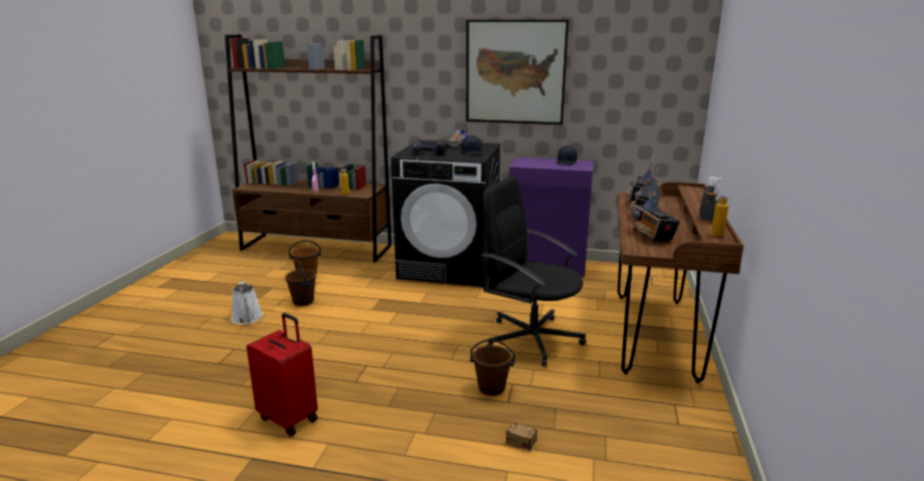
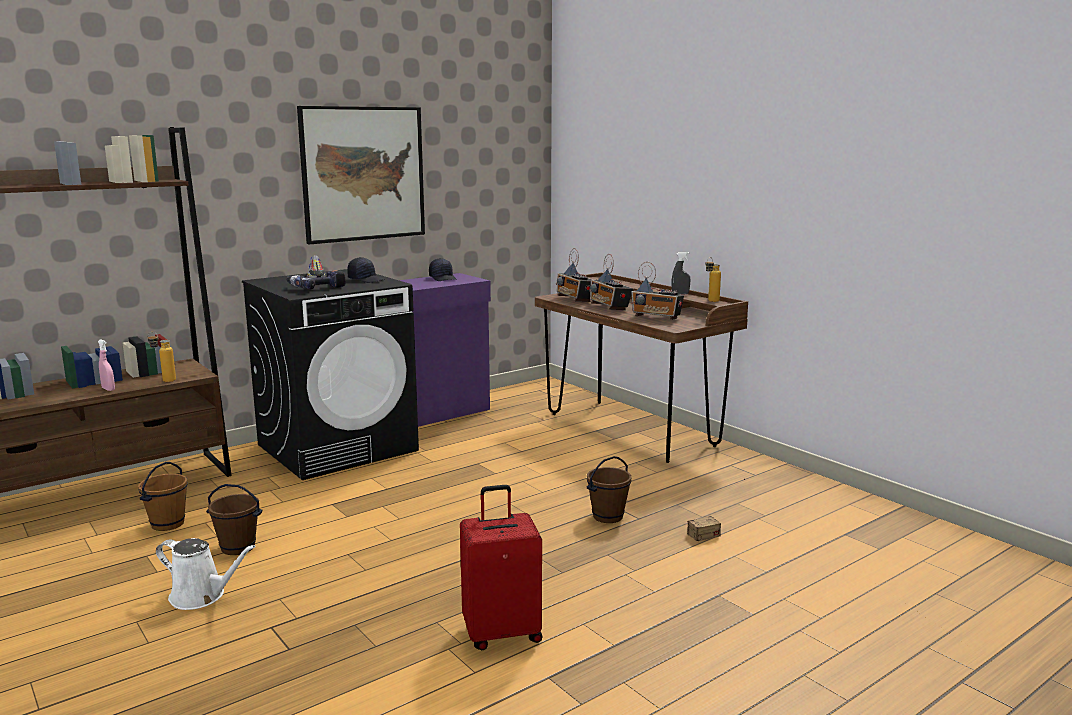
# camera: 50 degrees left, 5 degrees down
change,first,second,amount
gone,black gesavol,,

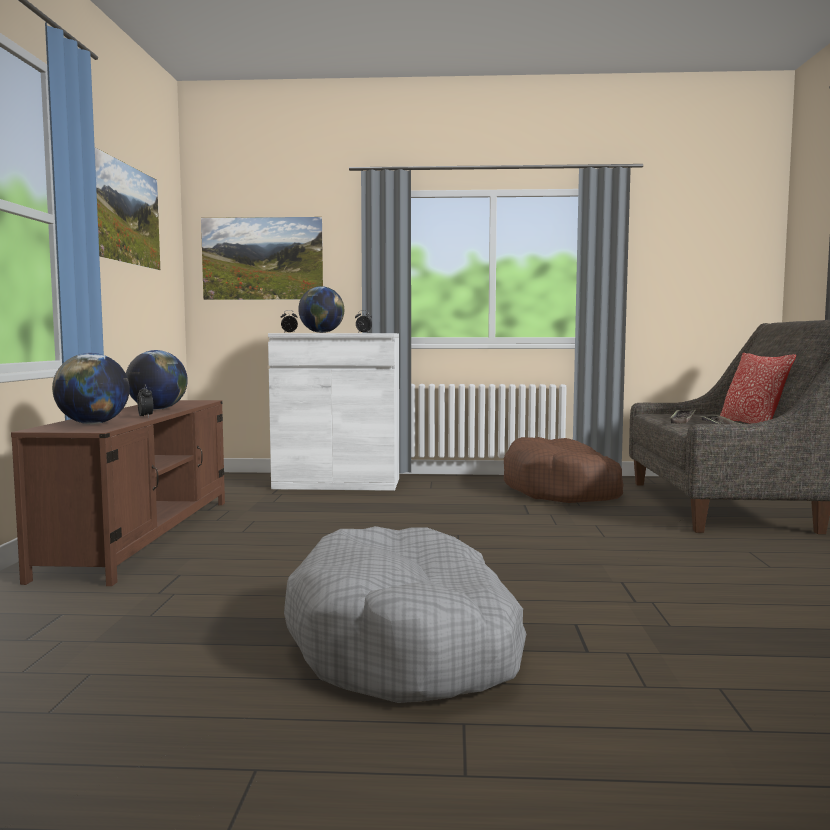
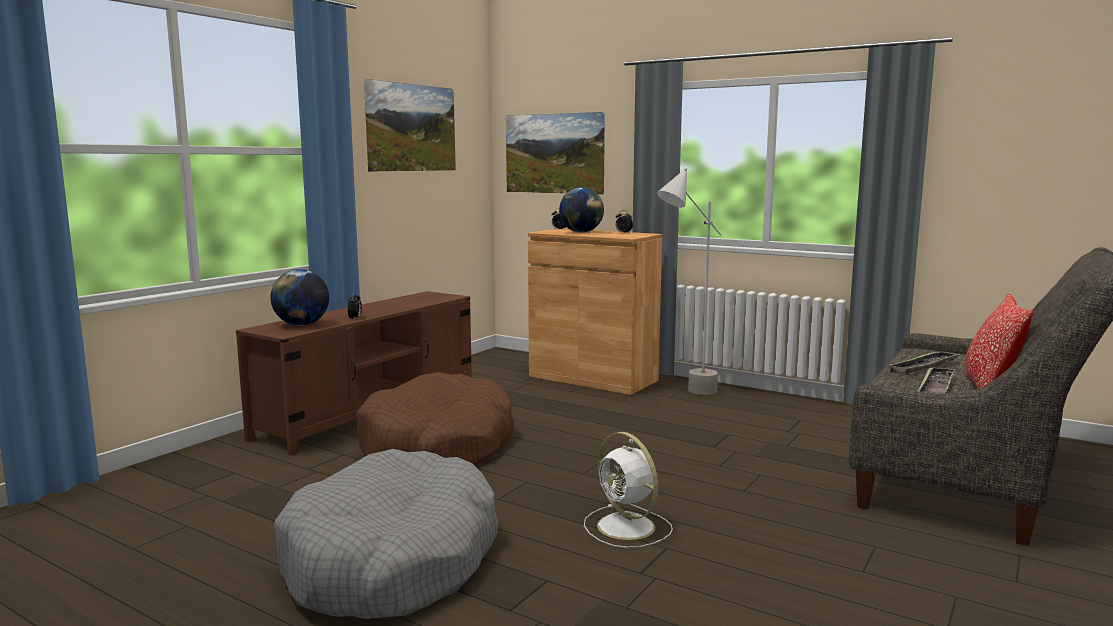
# camera: 30 degrees right, 5 degrees up
change,first,second,amount
gone,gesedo (no. 2 from left),,
new,,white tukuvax,
new,,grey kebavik,
shifted,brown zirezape,,
repainted,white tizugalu,brown tizugalu,

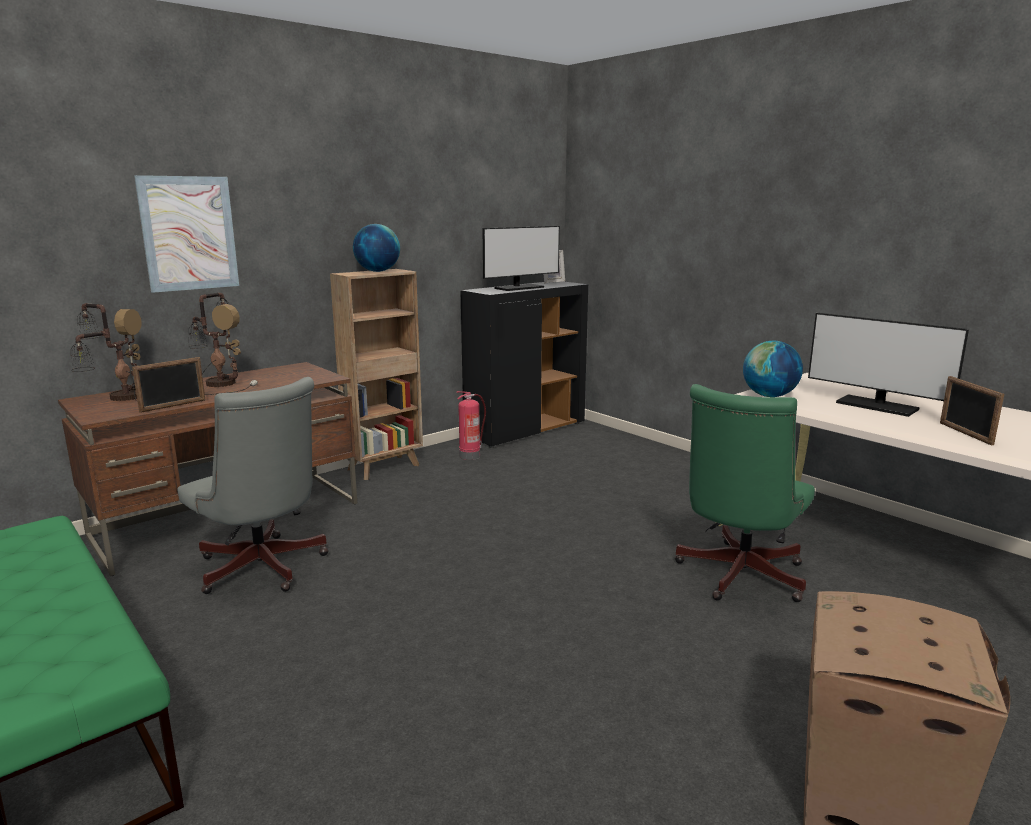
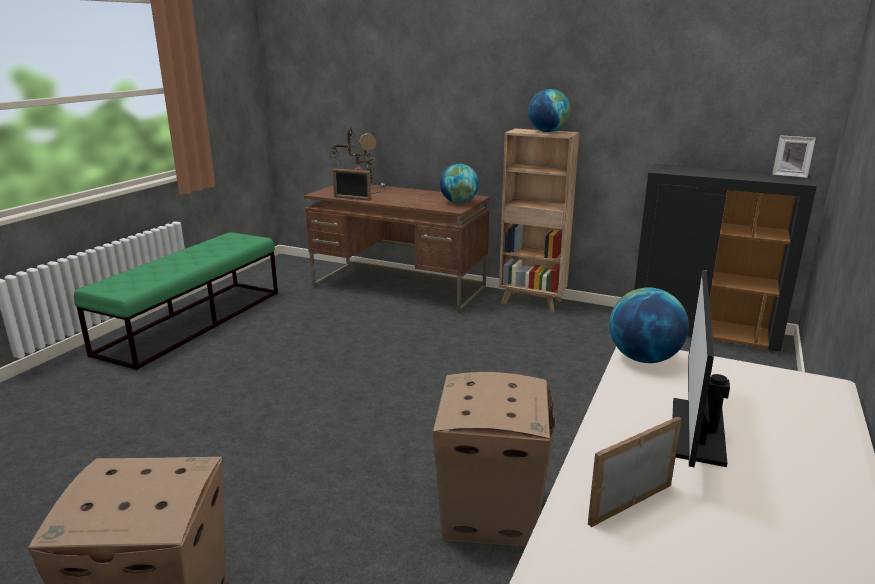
# camera: 65 degrees right, 5 degrees up
change,first,second,amount
gone,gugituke,,
gone,grey gesavol,,
gone,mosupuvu (no. 2 from left),,
gone,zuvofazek,,
gone,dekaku (no. 1 from left),,
new,,gesedo (no. 1 from left),
swapped,green gesavol,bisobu (no. 2 from left),

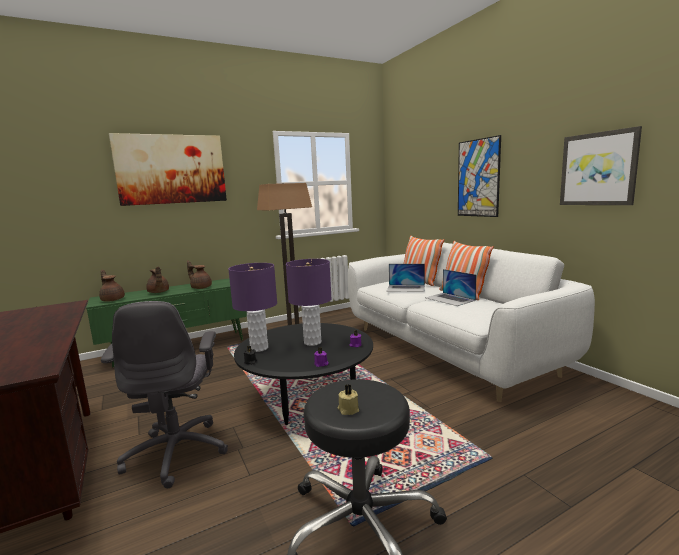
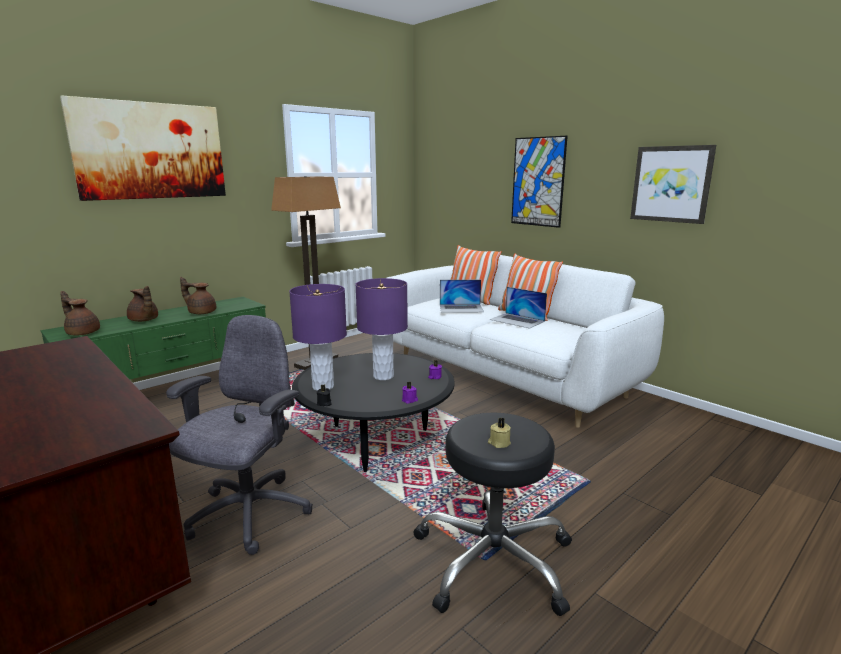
# camera: 15 degrees left, 5 degrees up
change,first,second,amount
rotated,grey gesavol,,135 degrees counterclockwise

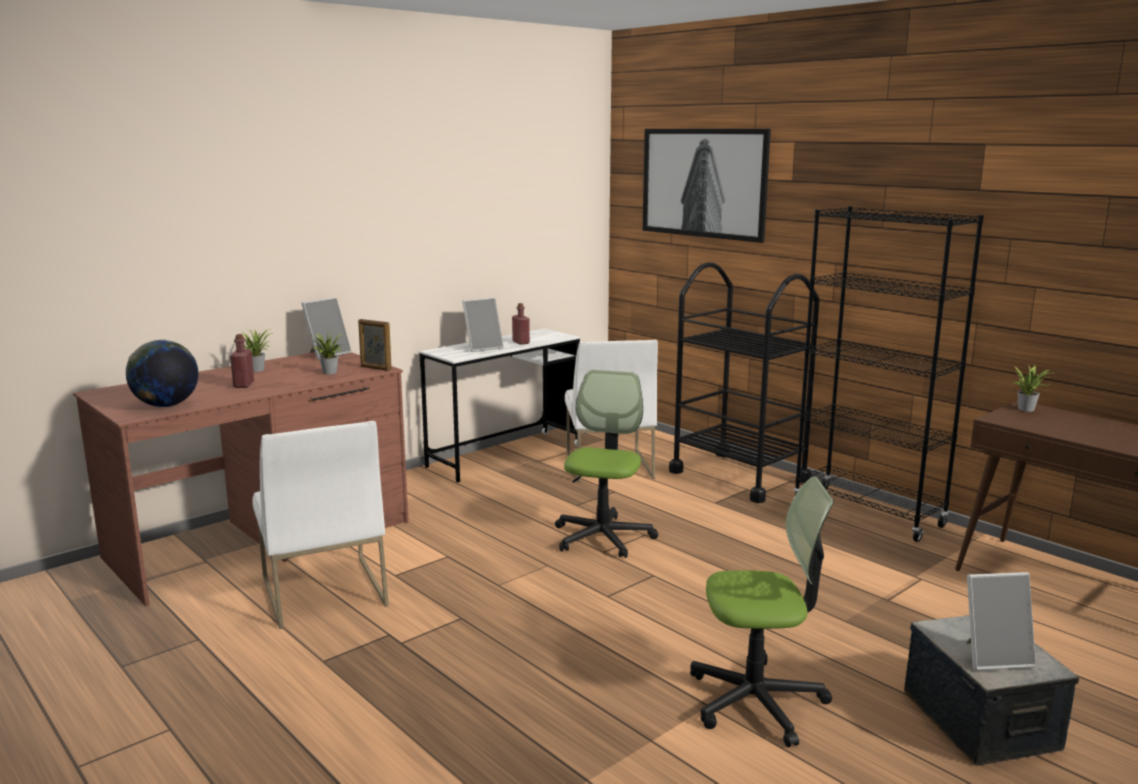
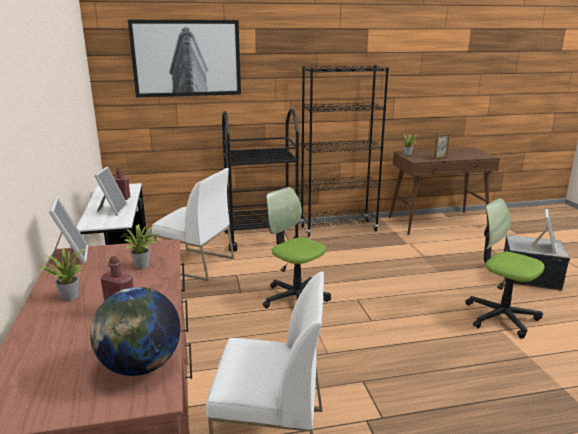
# camera: 60 degrees left, 5 degrees up
change,first,second,amount
shifted,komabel (no. 2 from left in the first image),komabel (no. 3 from left),
rotated,gesavol (no. 2 from left),,75 degrees counterclockwise

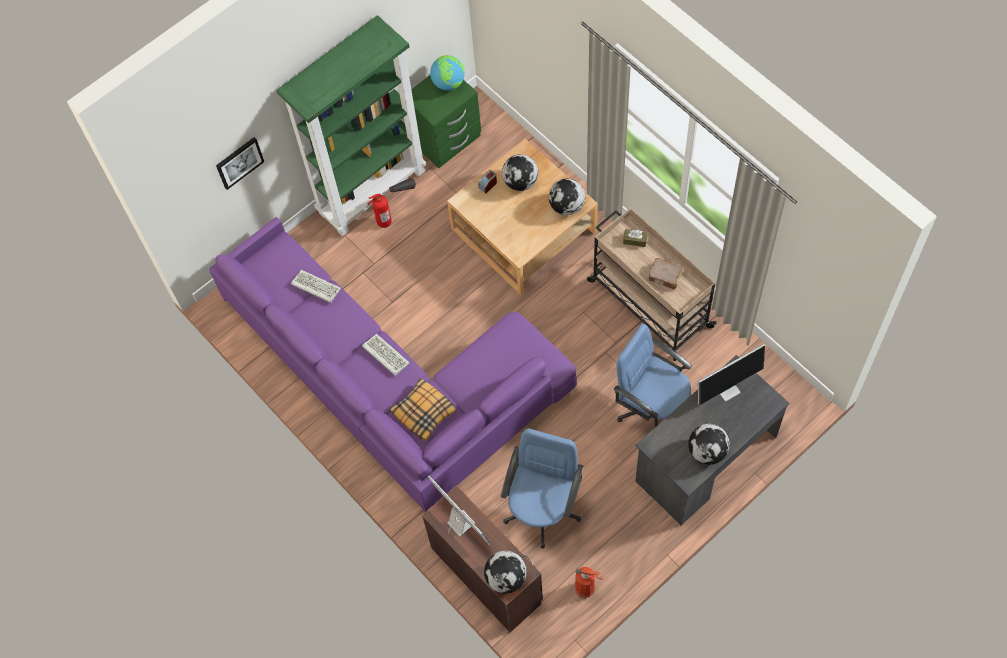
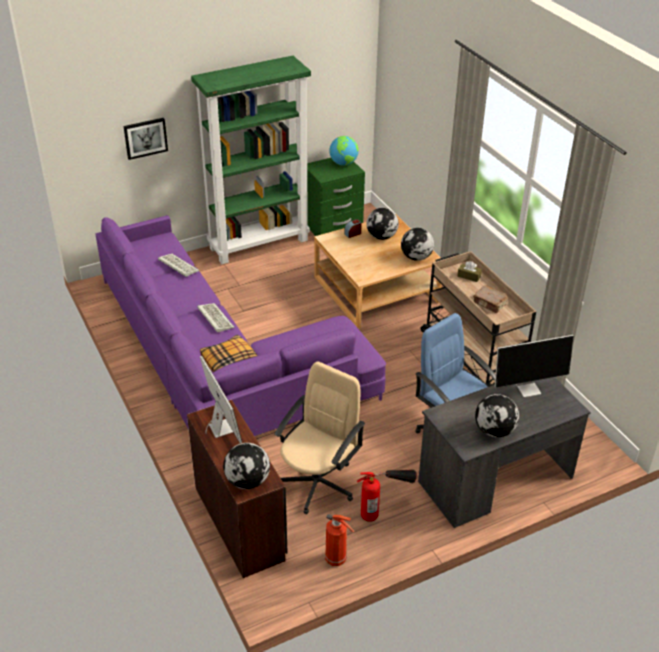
# camera: 10 degrees right, 25 degrees down
change,first,second,amount
shifted,zuvofazek (no. 1 from left in the first image),zuvofazek (no. 2 from left),
repainted,blue gesavol (no. 1 from left),beige gesavol,

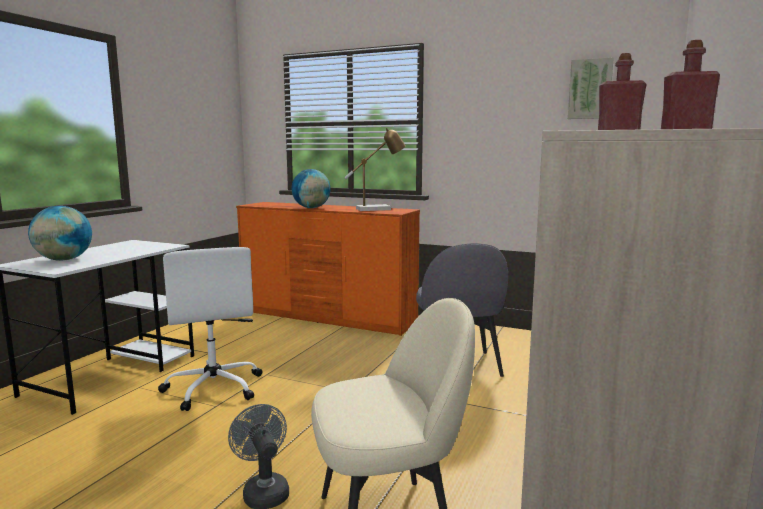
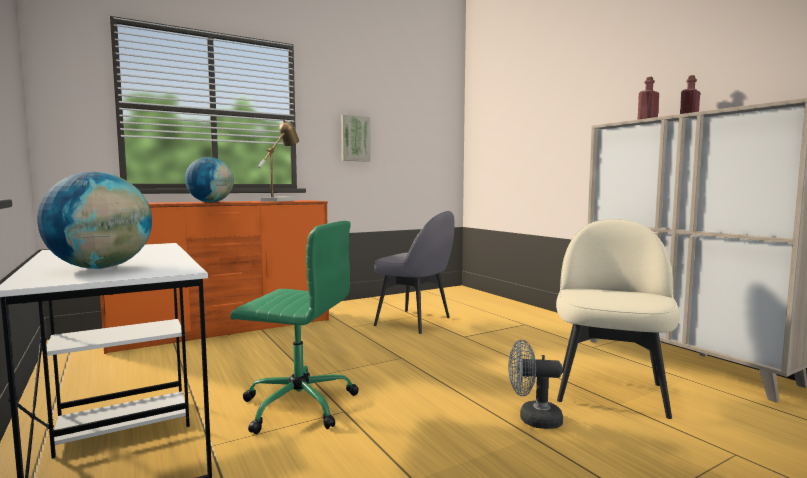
# camera: 55 degrees left, 5 degrees down
change,first,second,amount
shifted,gugituke,,
repainted,white gesavol,green gesavol,

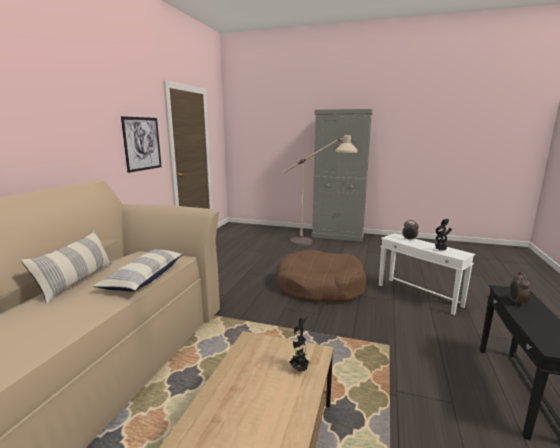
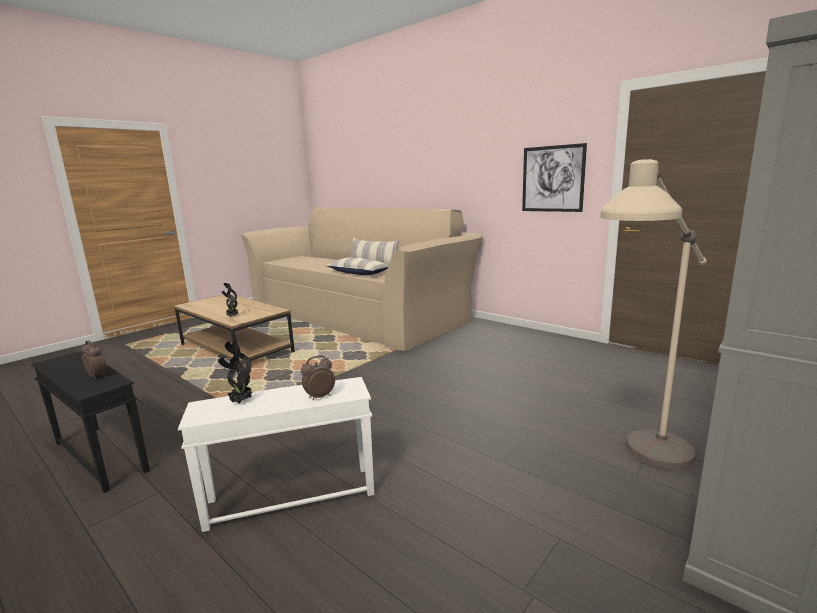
# camera: 115 degrees right, 0 degrees up
change,first,second,amount
gone,brown zirezape,,

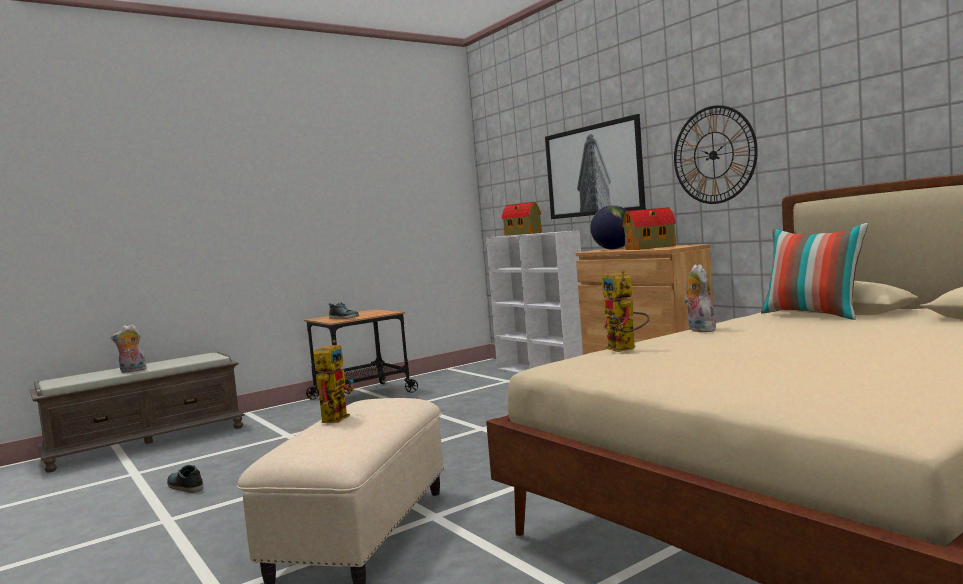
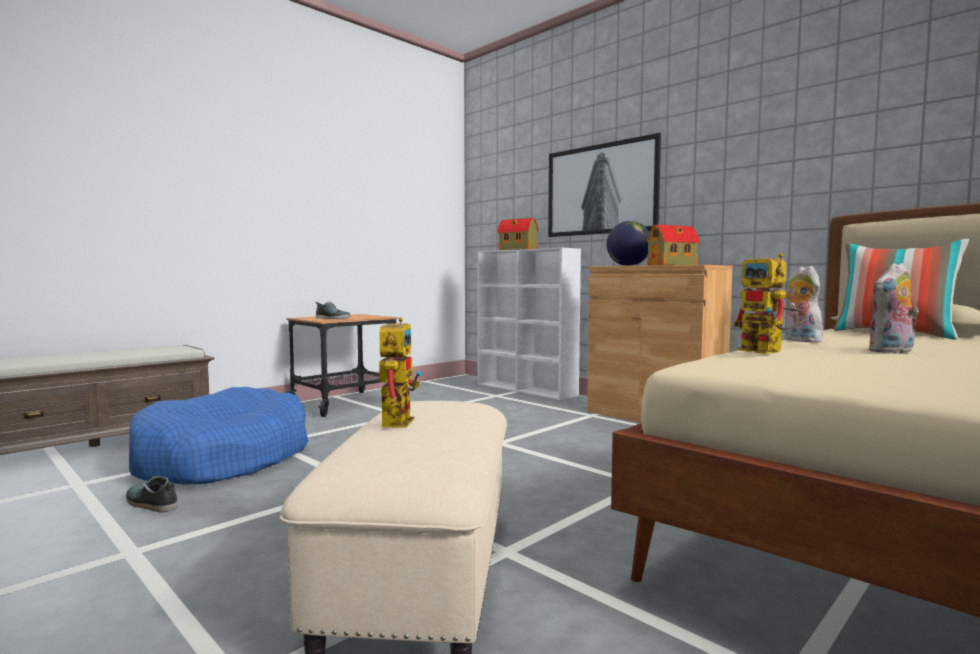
# camera: 10 degrees left, 0 degrees up
change,first,second,amount
gone,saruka,,
new,,blue zirezape,
shifted,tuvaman (no. 1 from left in the first image),tuvaman (no. 2 from left),

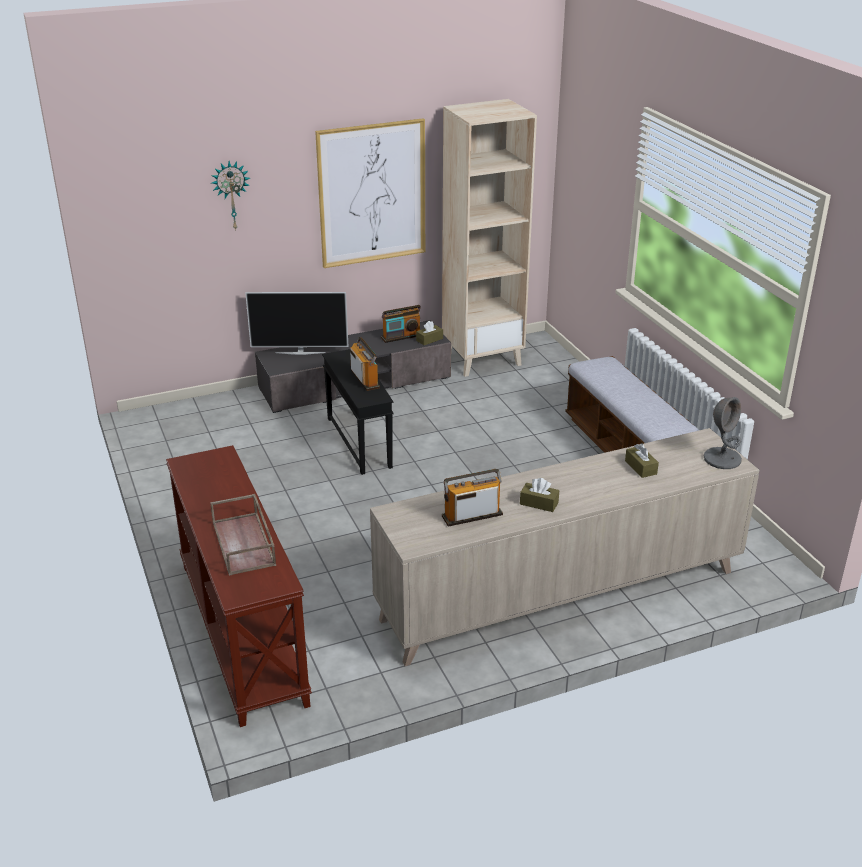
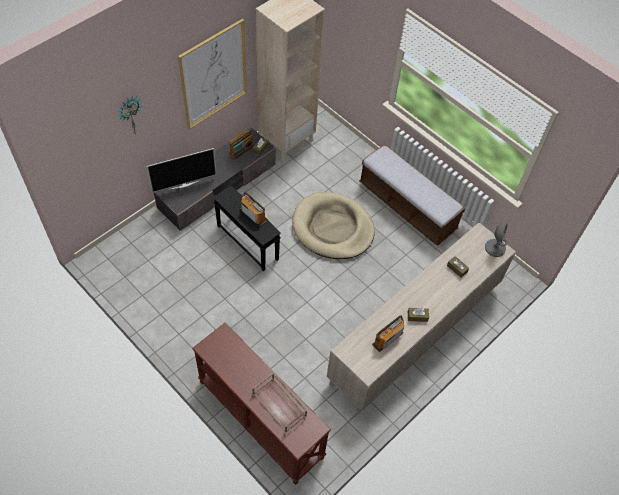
# camera: 25 degrees left, 25 degrees up
change,first,second,amount
new,,beige zirezape,

